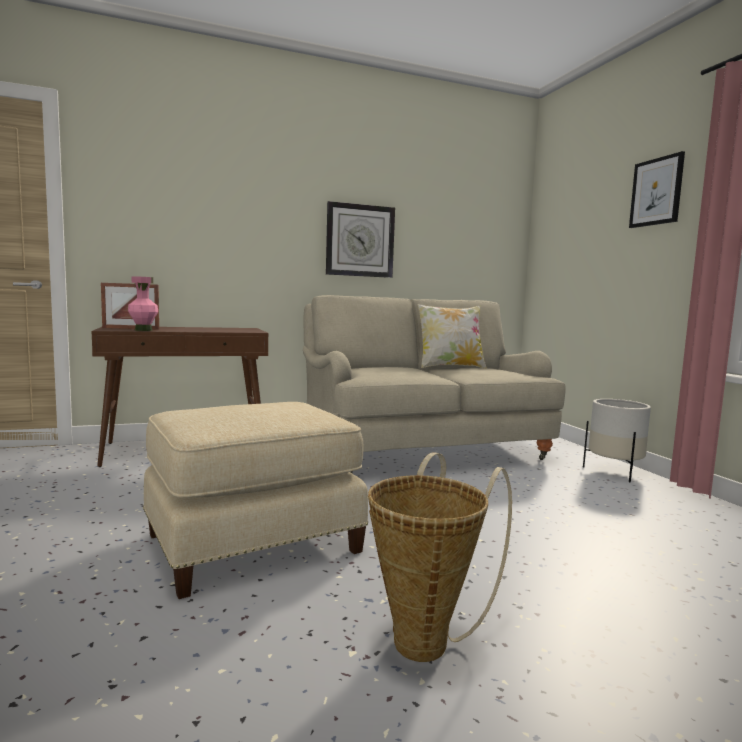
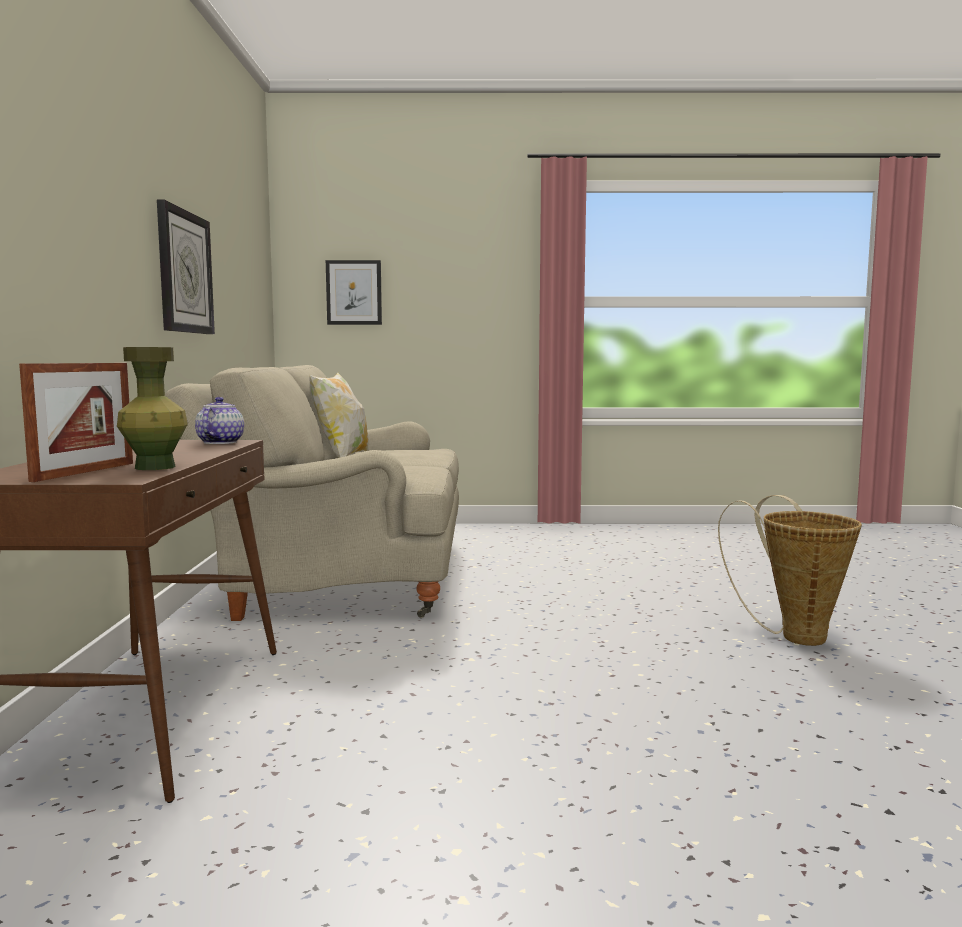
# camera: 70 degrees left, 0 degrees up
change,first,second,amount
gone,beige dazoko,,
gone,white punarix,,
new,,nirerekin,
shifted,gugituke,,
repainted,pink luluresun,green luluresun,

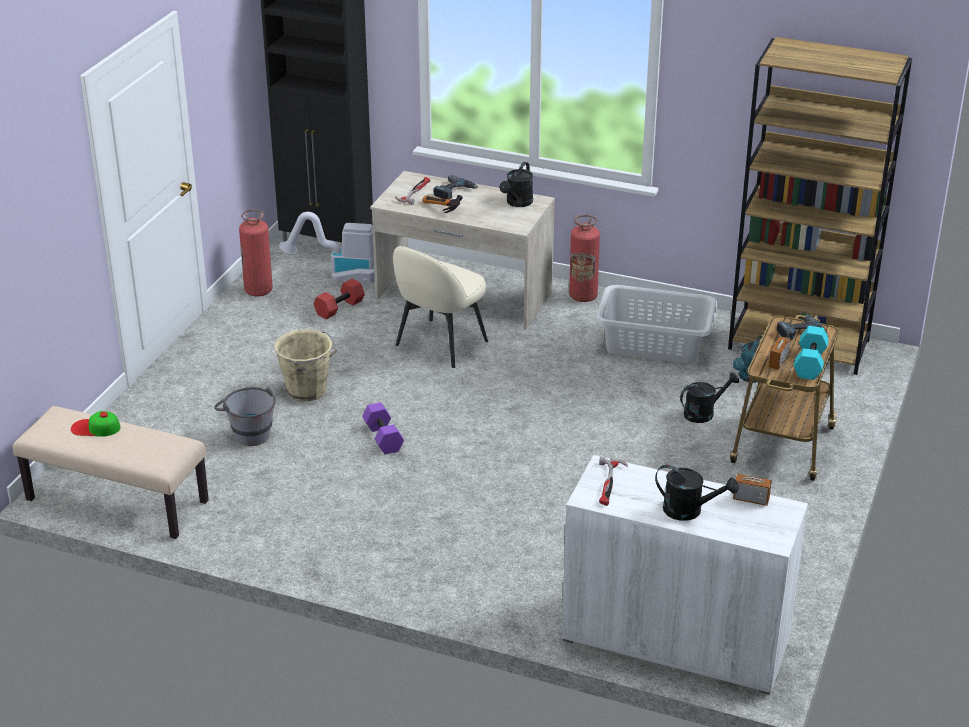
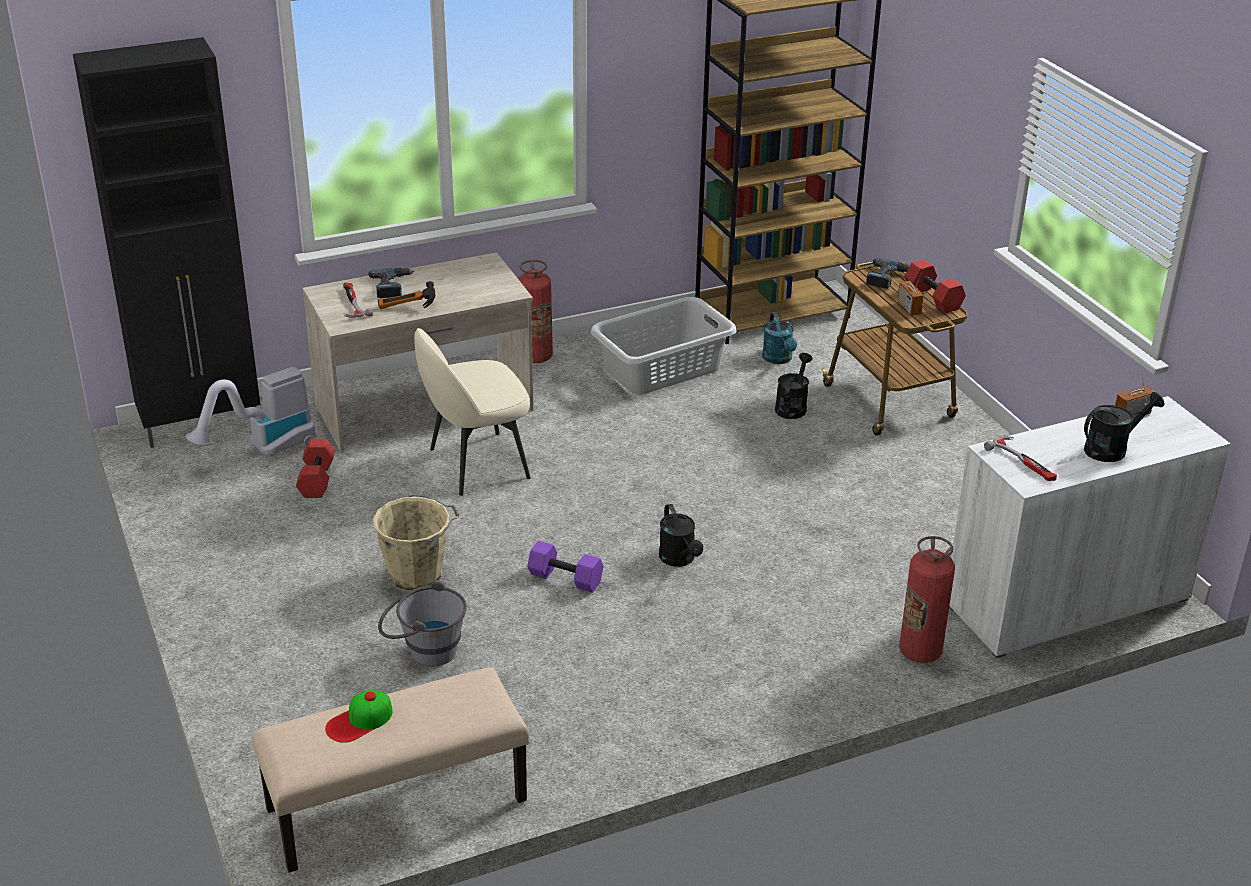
# camera: 45 degrees left, 0 degrees up
change,first,second,amount
shifted,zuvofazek (no. 1 from left in the first image),zuvofazek (no. 2 from left),
shifted,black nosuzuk (no. 1 from left),,
repainted,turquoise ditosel,red ditosel (no. 2 from left),
rotated,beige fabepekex,,75 degrees clockwise

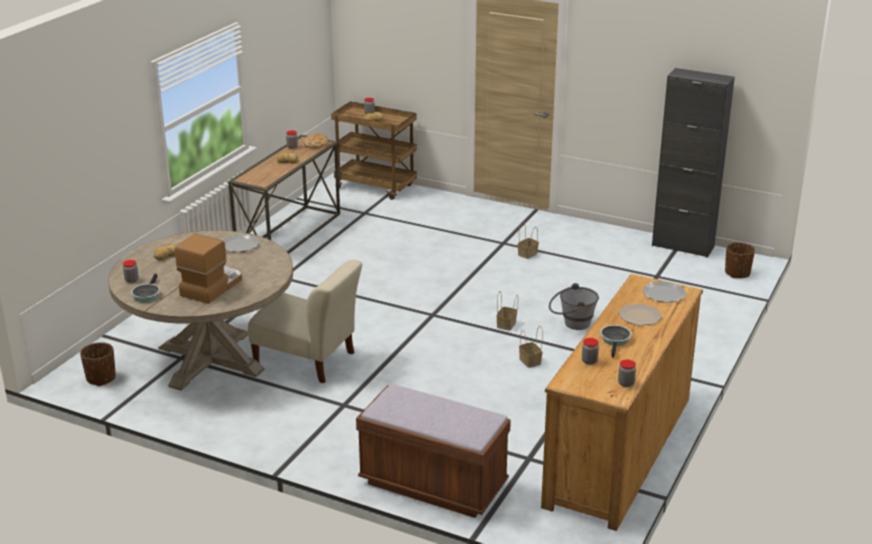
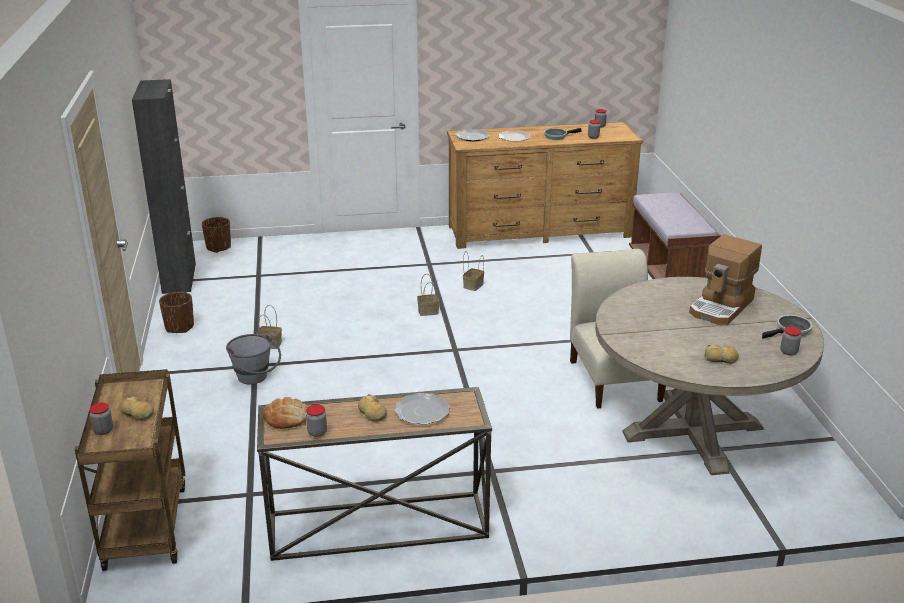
# camera: 125 degrees left, 0 degrees up
change,first,second,amount
shifted,brown punarix (no. 1 from left),,
shifted,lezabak (no. 1 from left),,
shifted,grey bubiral,,
rotated,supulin,,45 degrees counterclockwise

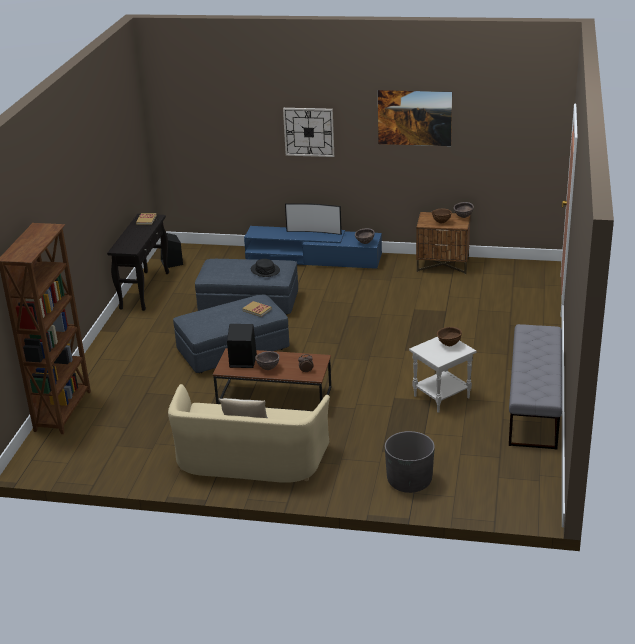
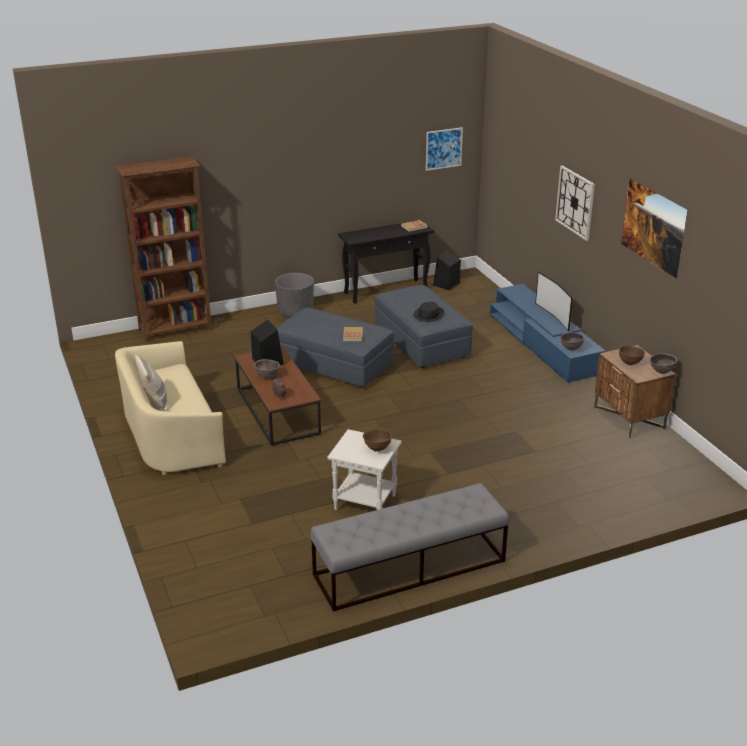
# camera: 55 degrees right, 0 degrees up
change,first,second,amount
new,,gugituke (no. 1 from left),
shifted,grey punarix,,

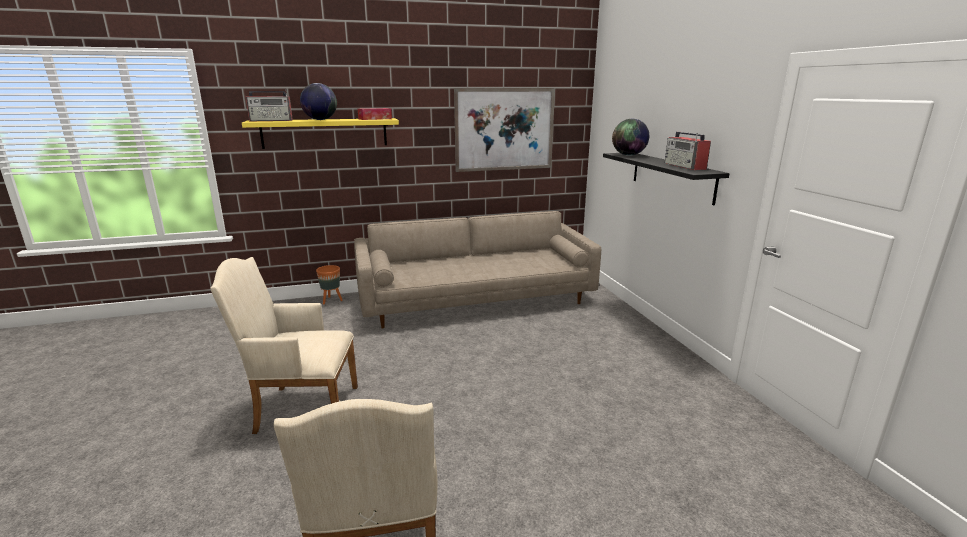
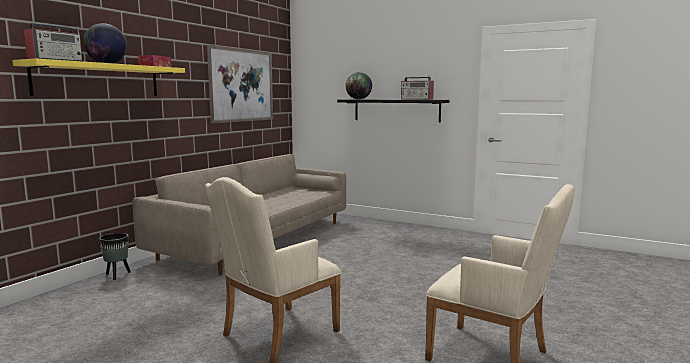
# camera: 45 degrees left, 10 degrees down
change,first,second,amount
repainted,orange punarix,black punarix,

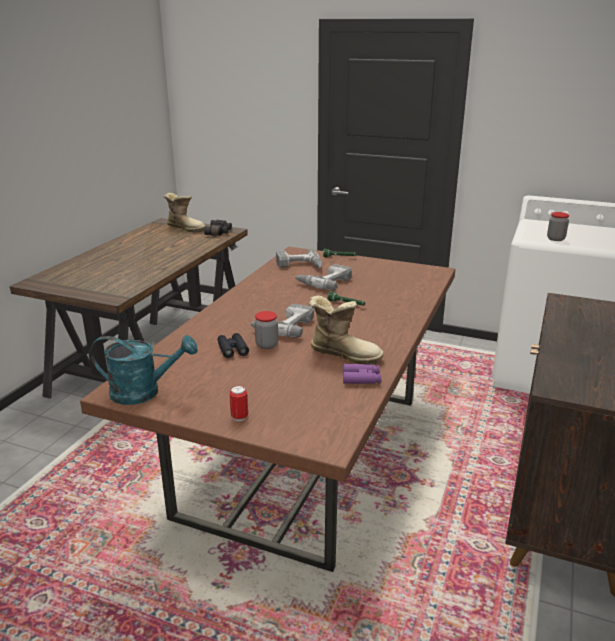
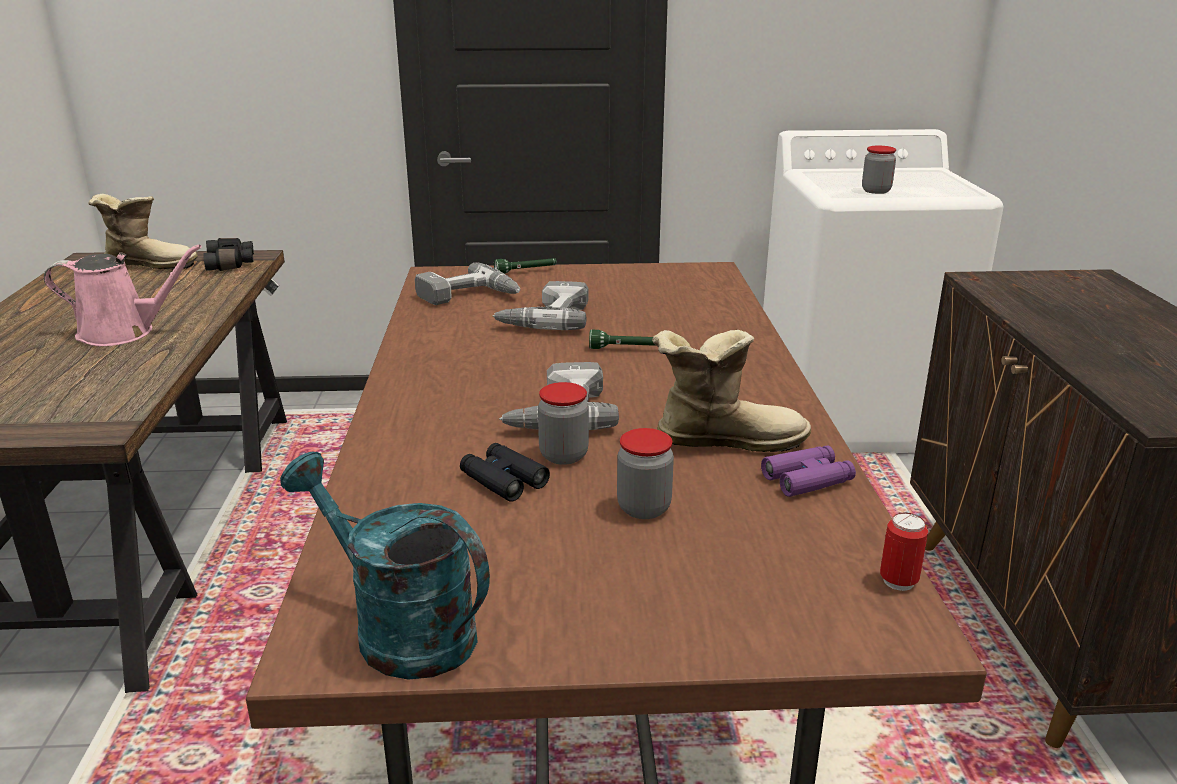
# camera: 25 degrees left, 0 degrees up
change,first,second,amount
new,,pink nosuzuk,
new,,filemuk (no. 2 from left),
shifted,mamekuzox,,
rotated,turquoise nosuzuk,,120 degrees counterclockwise

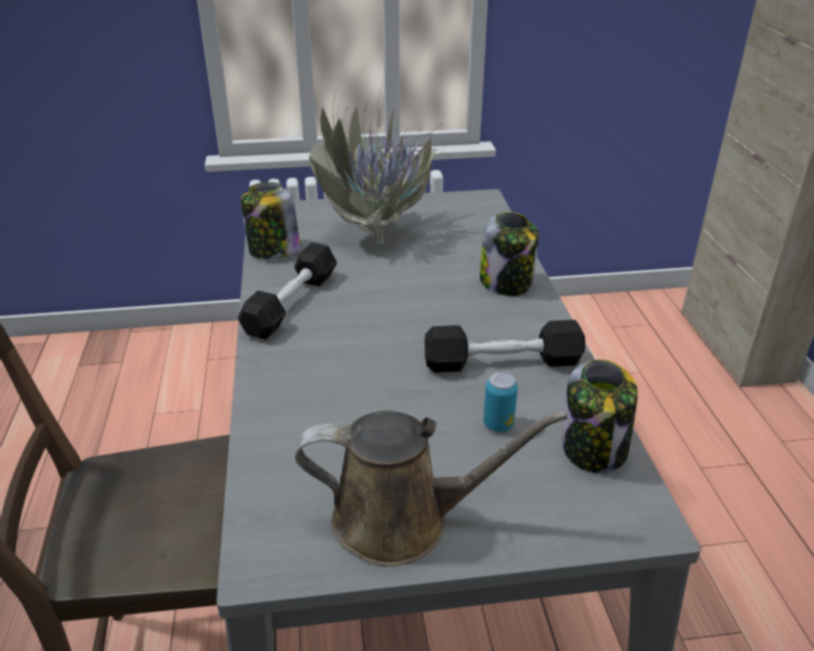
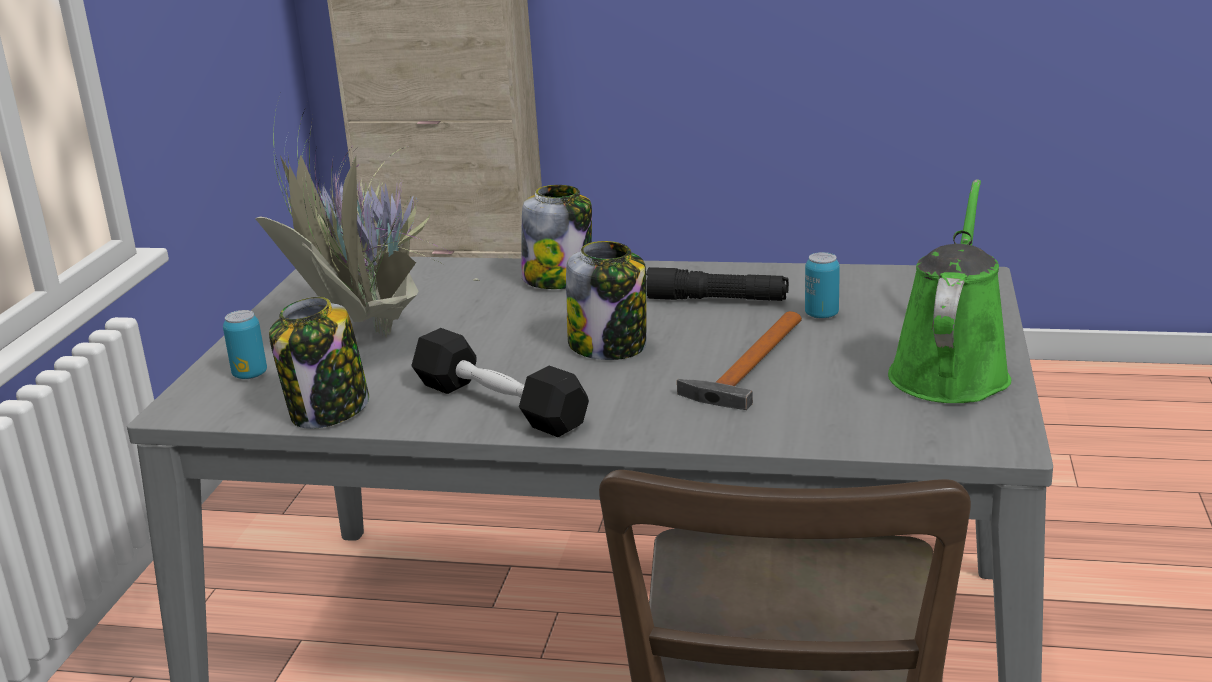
# camera: 70 degrees left, 10 degrees down
change,first,second,amount
new,,mamekuzox (no. 1 from left),
new,,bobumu,
shifted,filemuk (no. 3 from left),,
swapped,black ditosel (no. 2 from left),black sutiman,
repainted,brown nosuzuk,green nosuzuk,

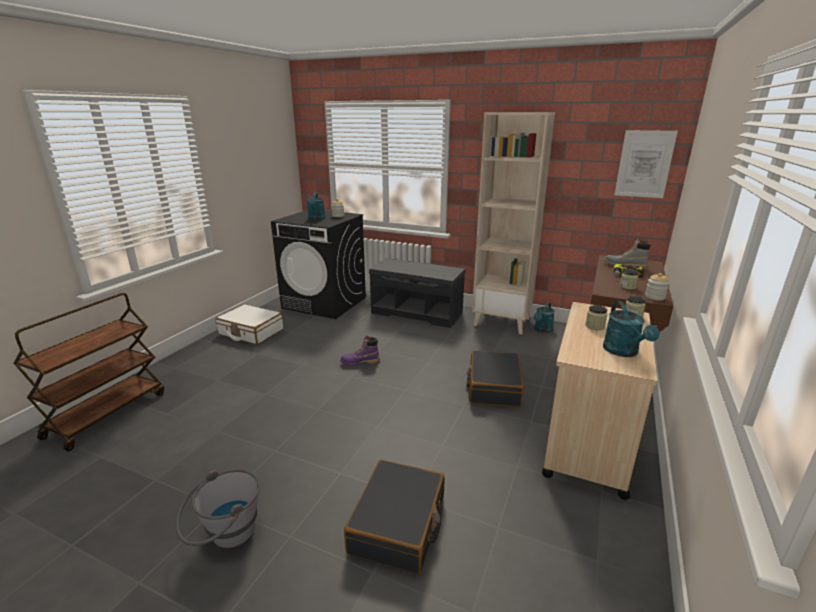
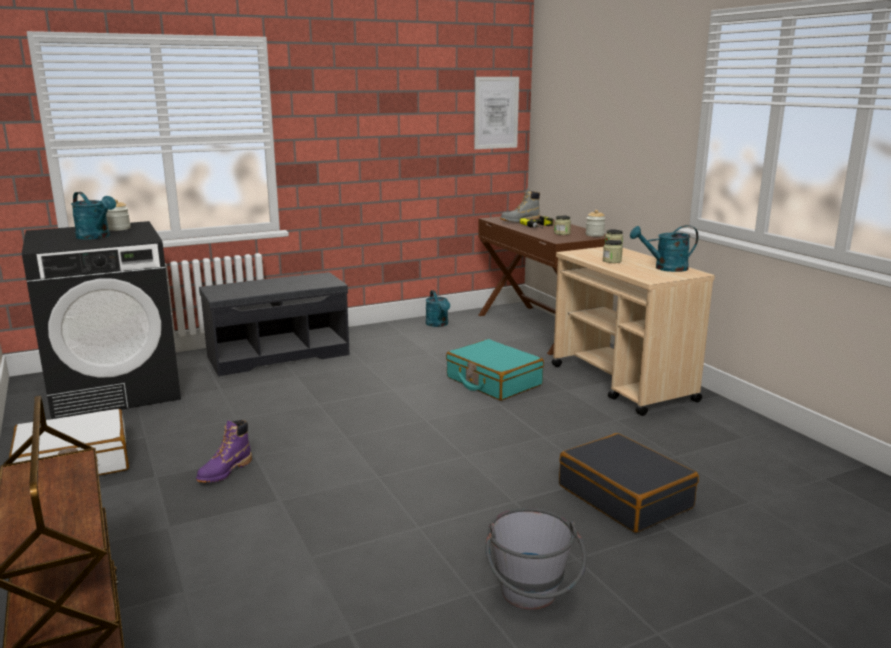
# camera: 50 degrees left, 5 degrees down
change,first,second,amount
gone,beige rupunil,,
shifted,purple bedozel,,
repainted,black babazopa (no. 2 from left),turquoise babazopa,
rotated,turquoise nosuzuk (no. 3 from left),,135 degrees clockwise

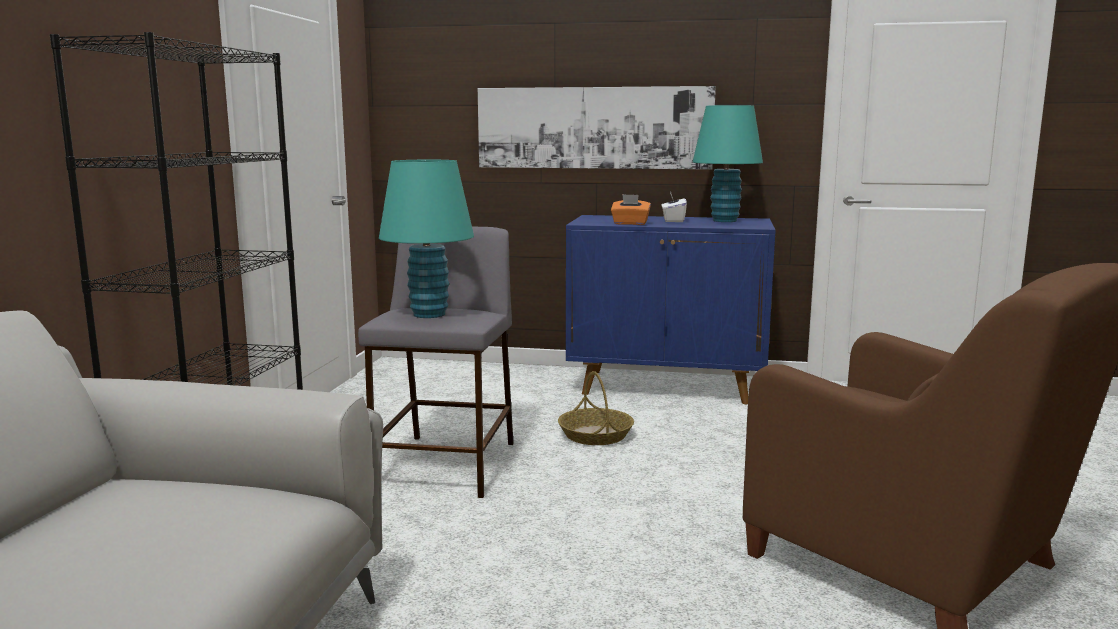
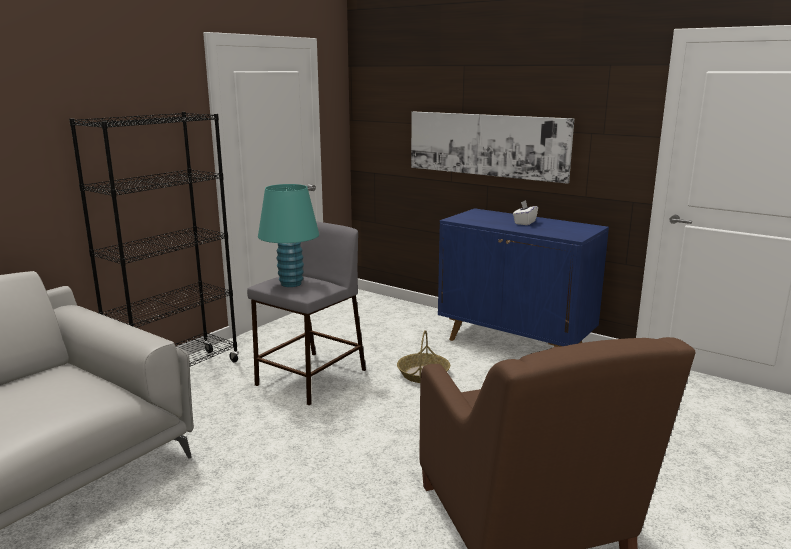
# camera: 25 degrees right, 5 degrees up
change,first,second,amount
gone,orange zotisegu,,
gone,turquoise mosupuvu (no. 2 from left),,

